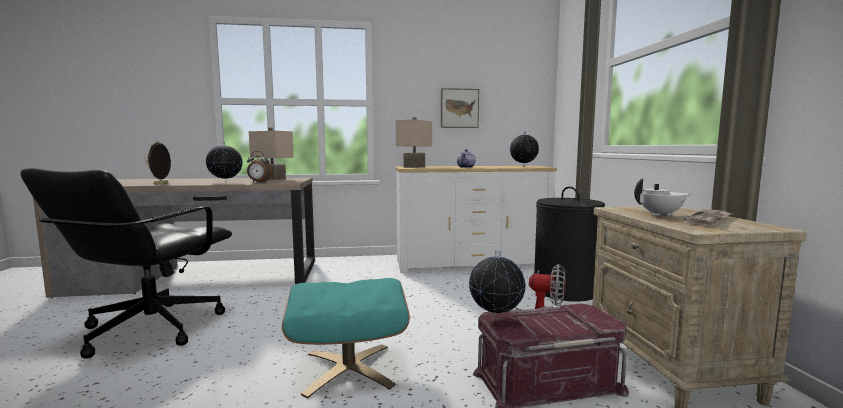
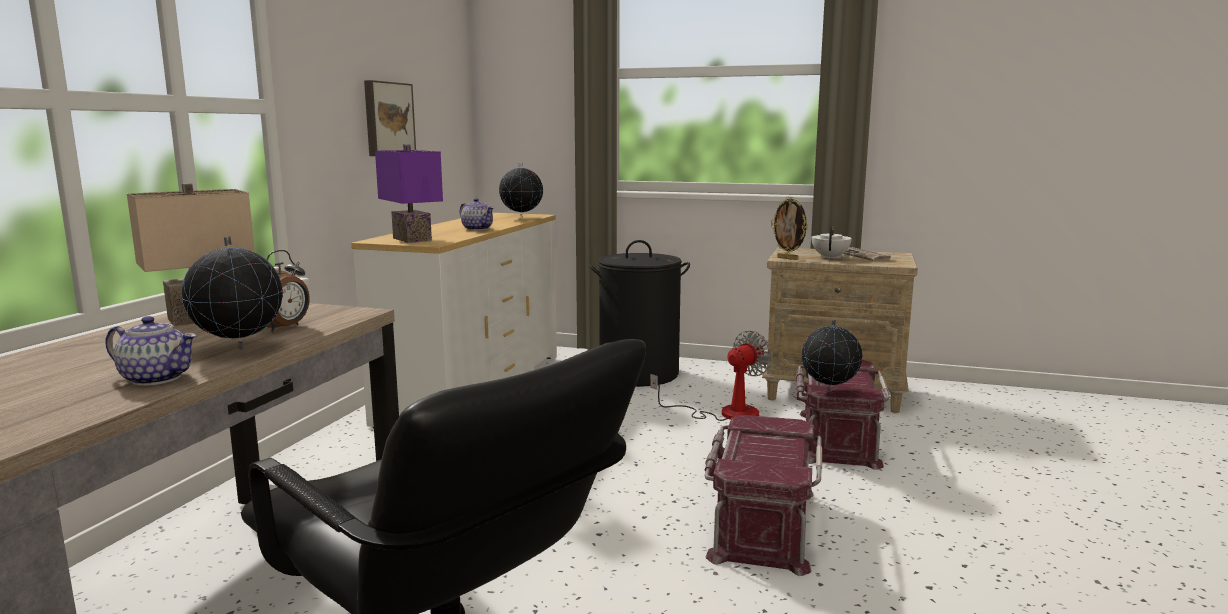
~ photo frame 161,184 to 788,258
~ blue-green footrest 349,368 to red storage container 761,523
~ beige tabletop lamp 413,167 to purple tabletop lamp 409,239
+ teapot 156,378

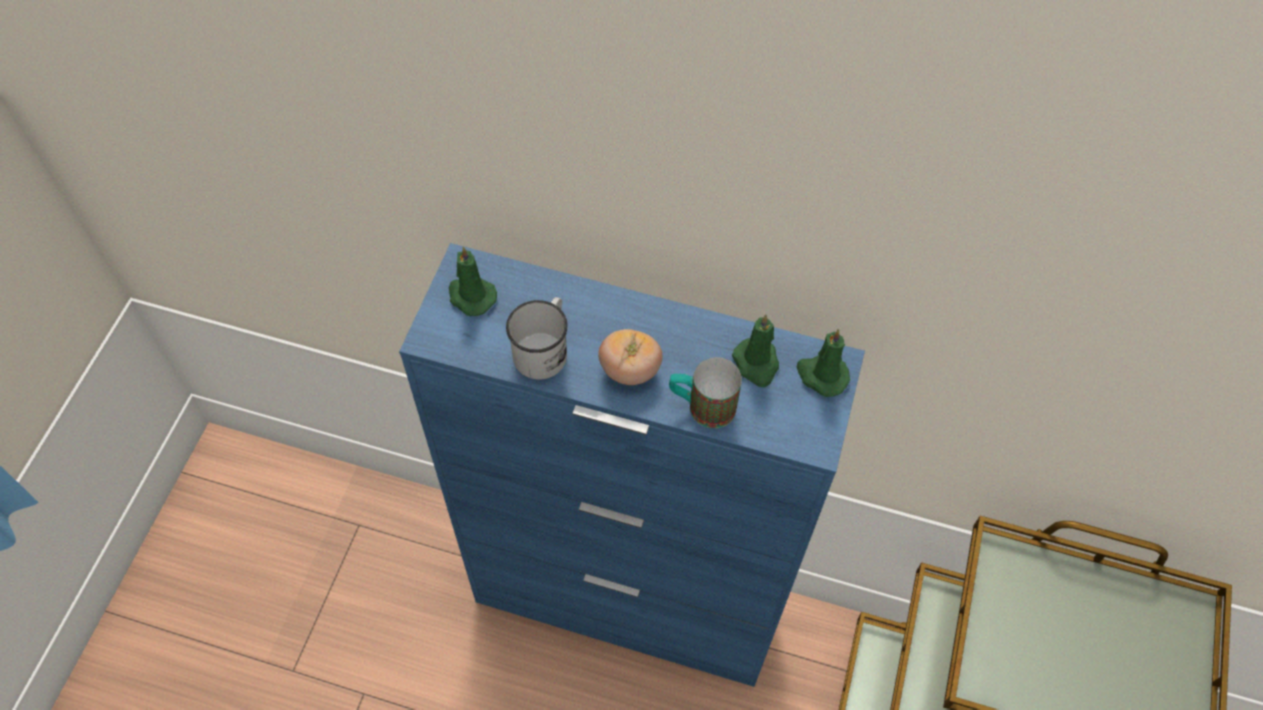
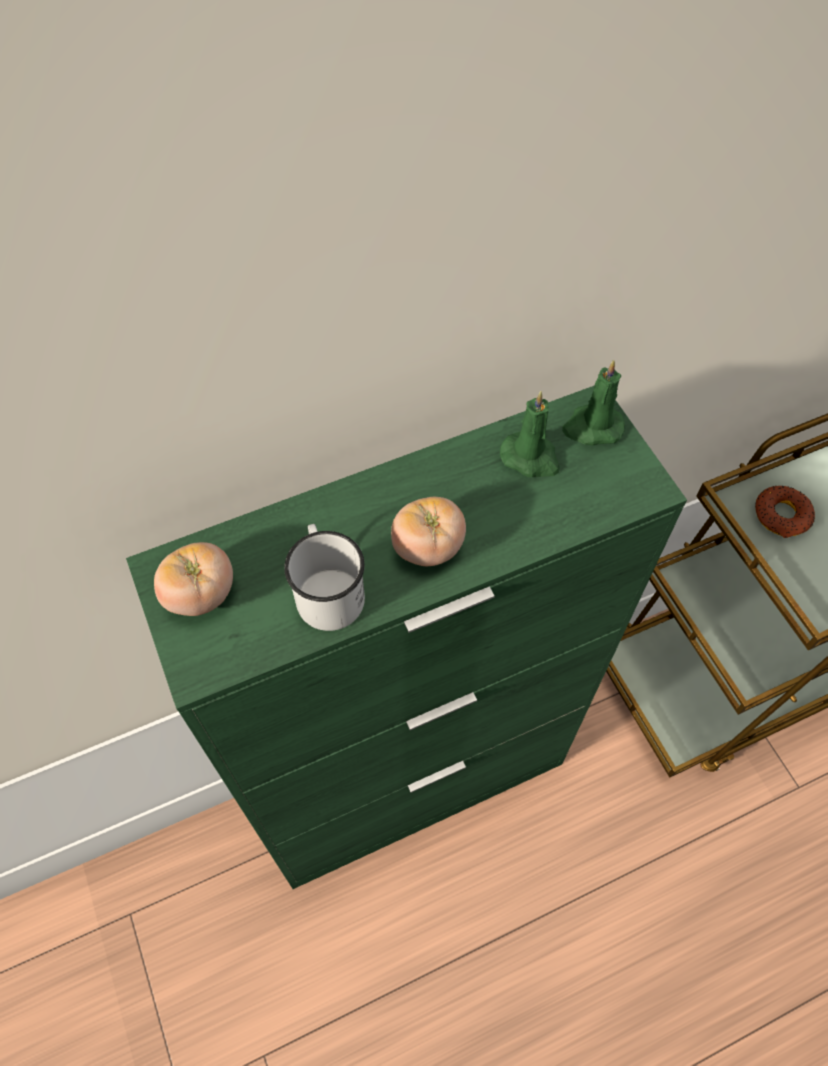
~ blue cupboard 627,602 to green-coloured cupboard 414,782
~ green-coloured wax light 470,296 to fresh tomato 201,594
- mug 701,406
+ donut 781,515

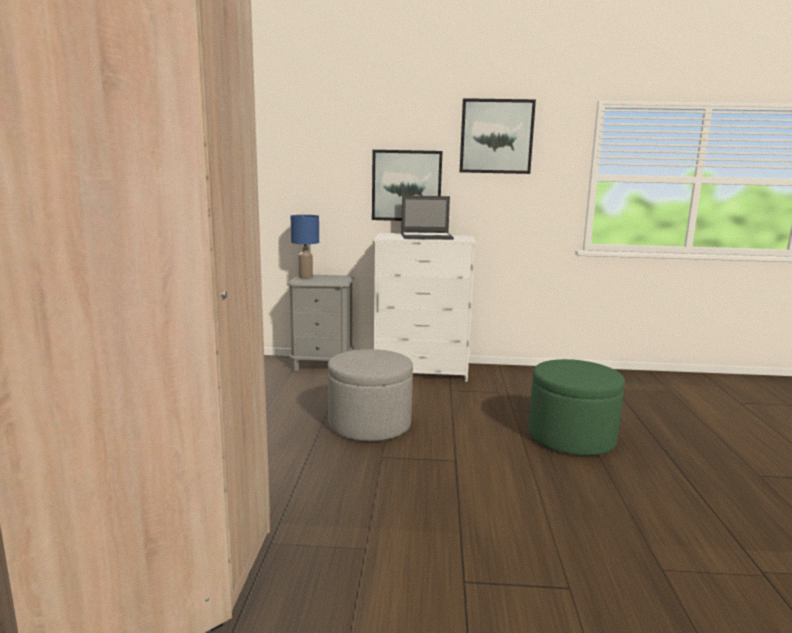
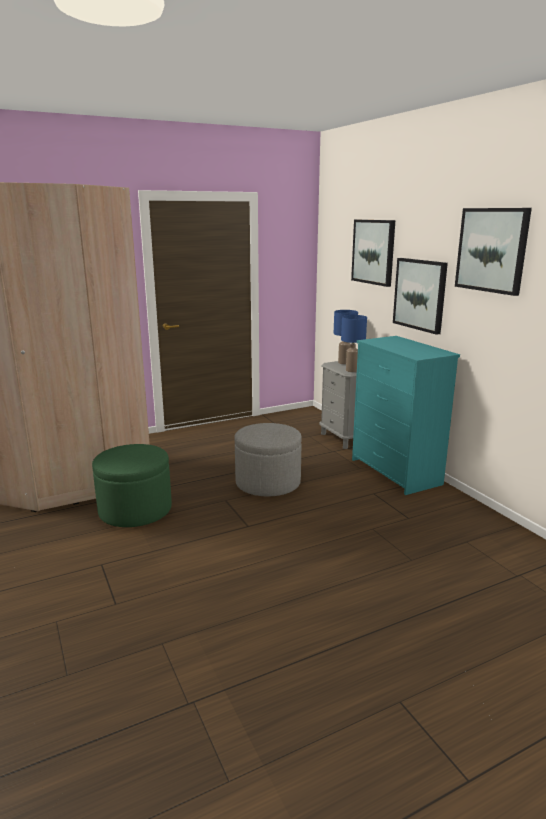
~ white-coloured dresser 421,371 to blue-green dresser 395,472
- laptop 427,237
~ green-coloured footrest 571,438 to 135,510
+ blue tabletop lamp 351,370
+ wall picture 373,252

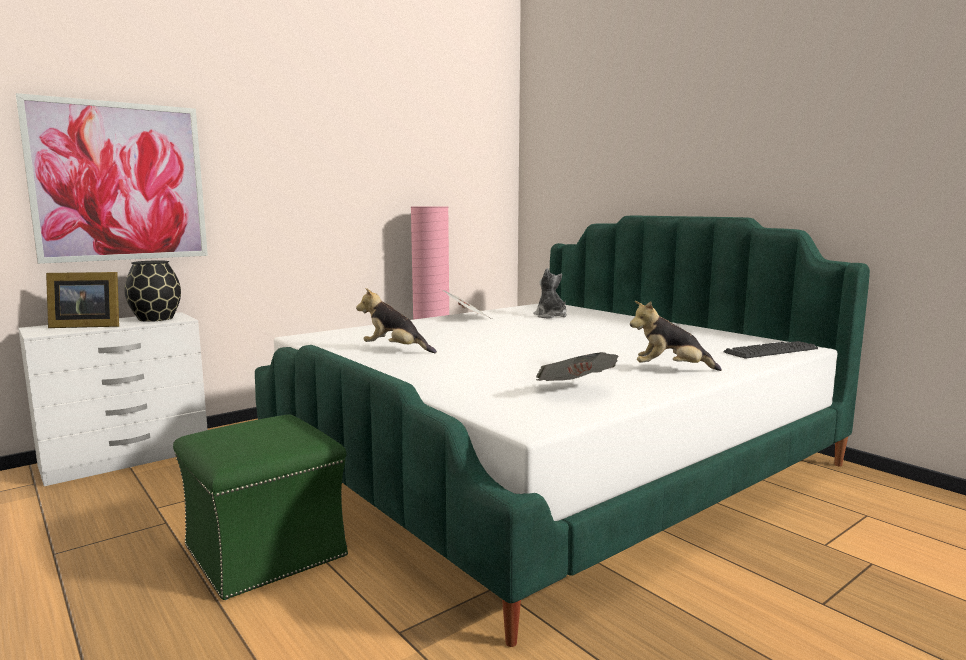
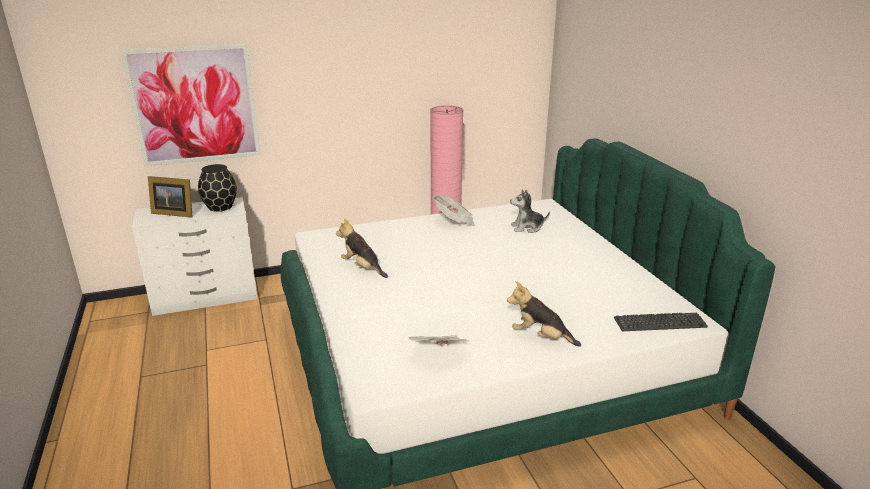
- green-coloured footrest 266,552
~ soft toy 550,316 = 527,228 90 degrees counterclockwise

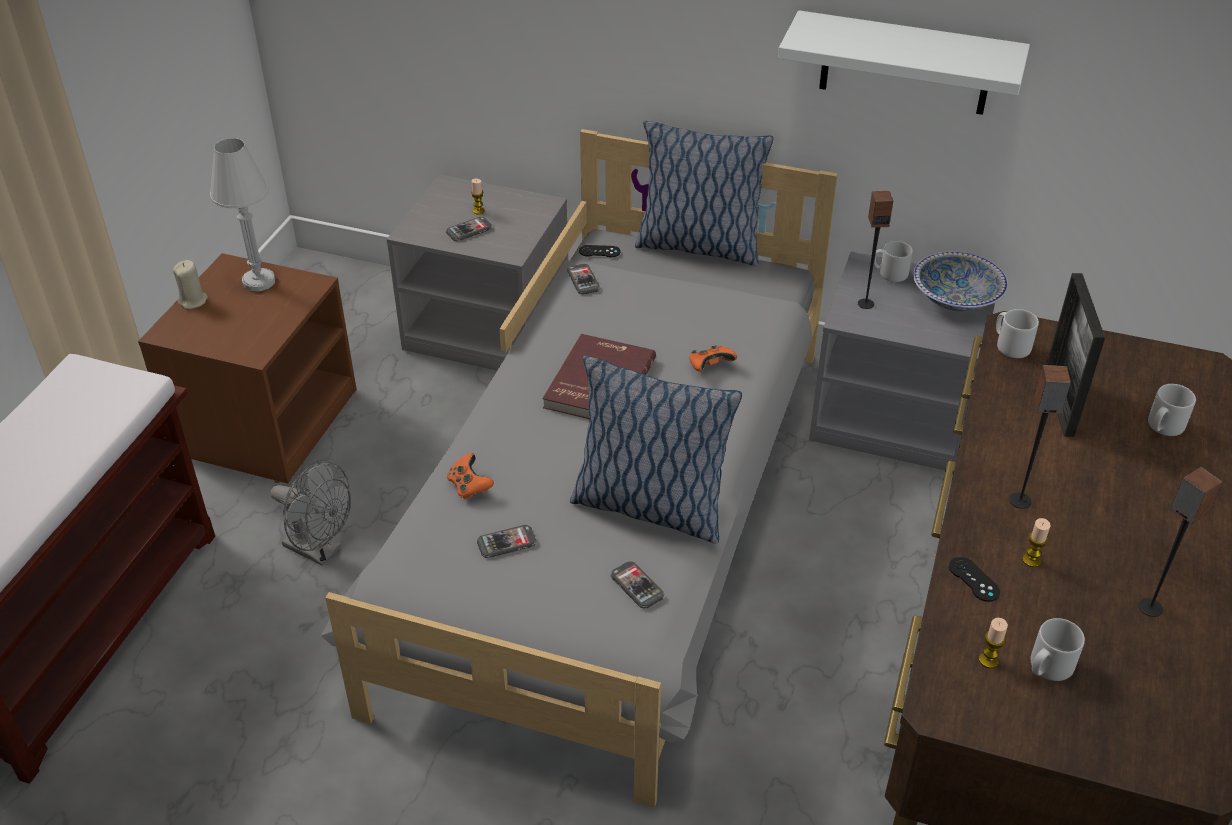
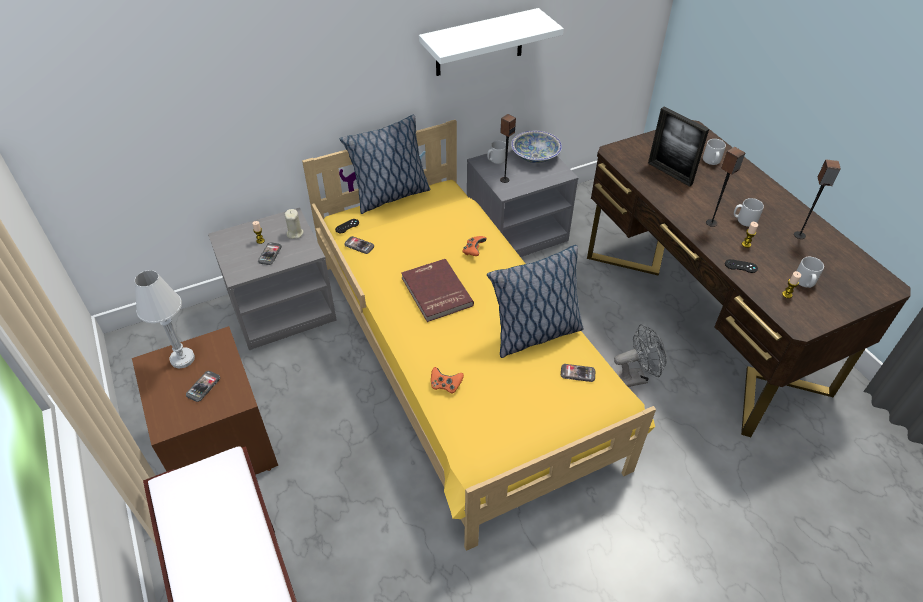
~ beige wax light 193,301 to 295,233
~ gray cooling fan 320,550 to 634,377
~ gray sleeping bed 615,518 to yellowish sleeping bed 462,359
~ telephone 506,543 to 203,387
~ gray mug 1010,345 to 744,220

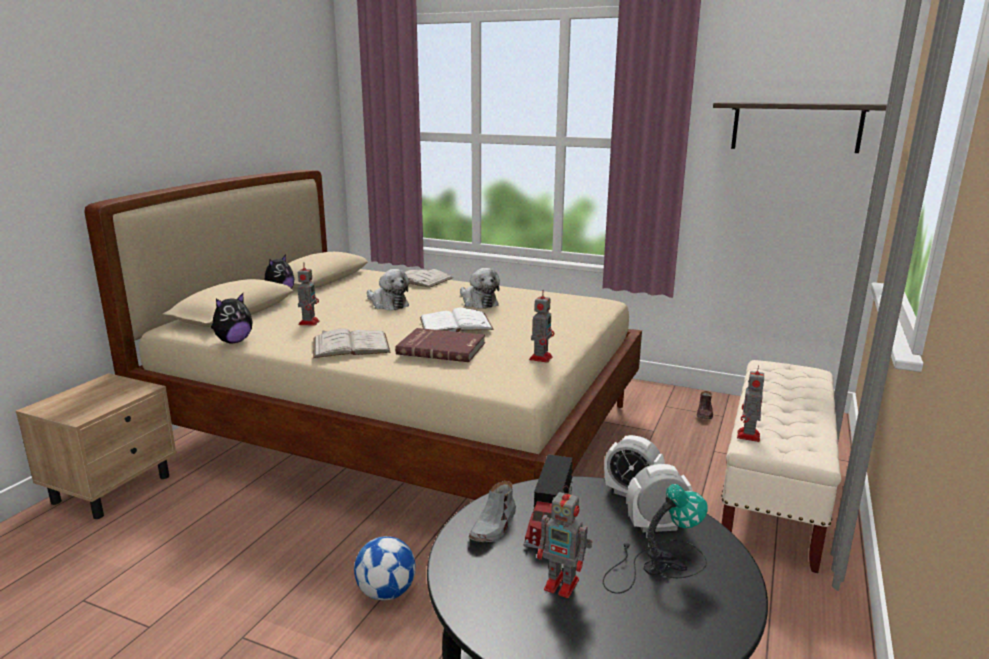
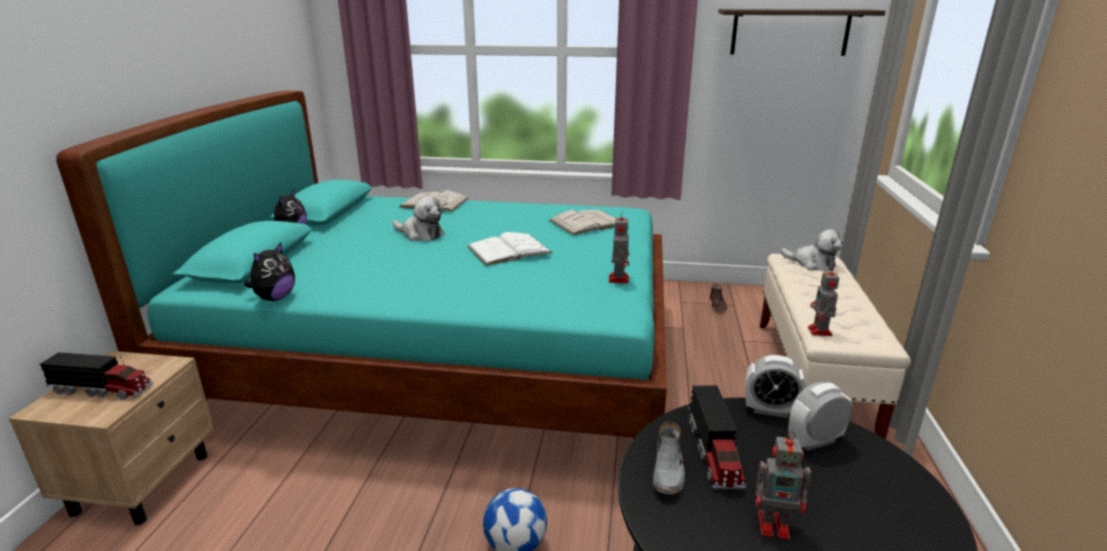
~ beige sleeping bed 402,429 to blue-green sleeping bed 445,360
- model robot 309,322
~ white-coloured volume 351,345 to 587,223
- red volume 442,348
~ soft toy 478,302 to 812,264
- tabletop lamp 655,564
+ model truck 103,389

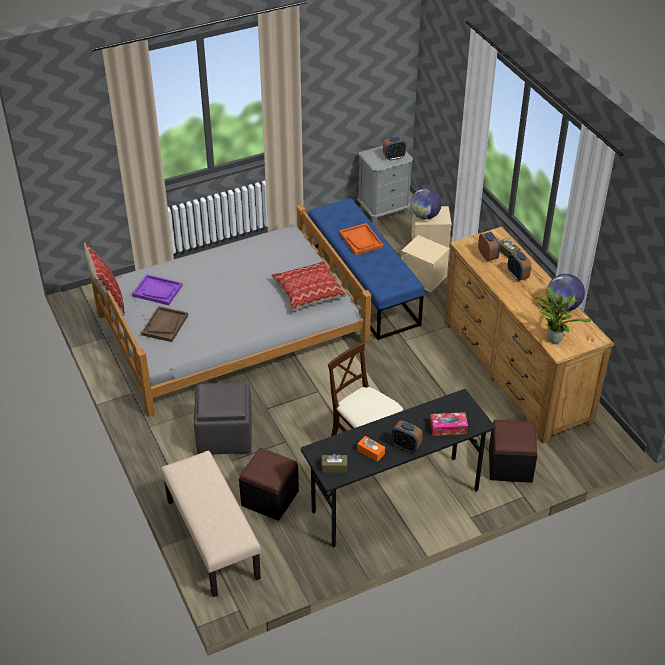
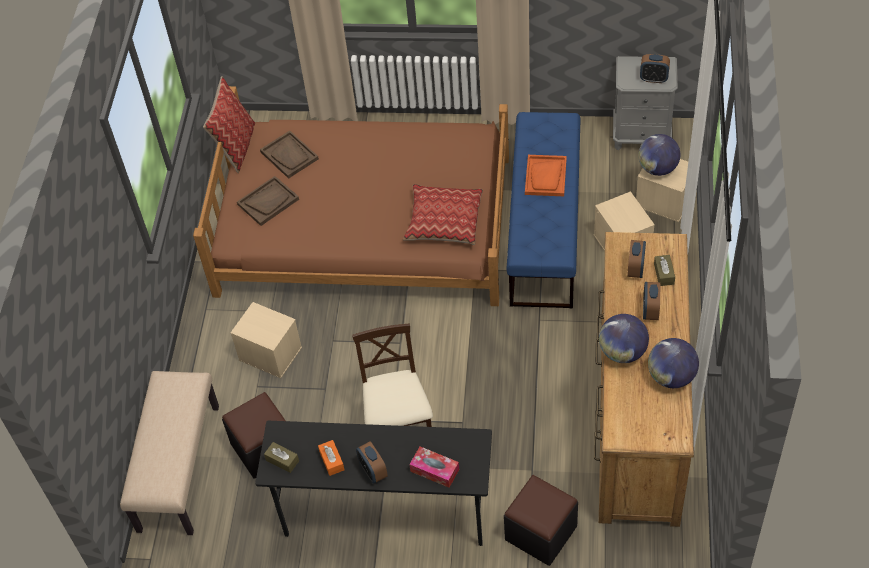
~ gray sleeping bed 232,327 to brown sleeping bed 366,224
~ purple carrying tray 157,291 to brown carrying tray 289,155
~ gray footrest 224,436 to beige storage container 269,354
- houseplant 553,338
+ desk globe 622,352

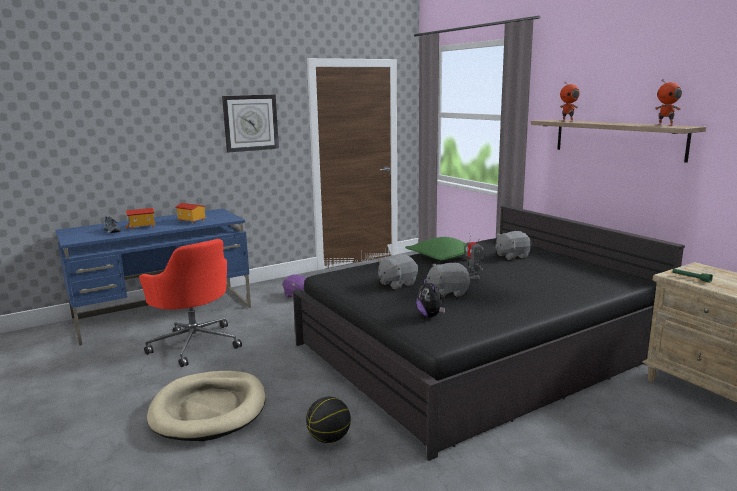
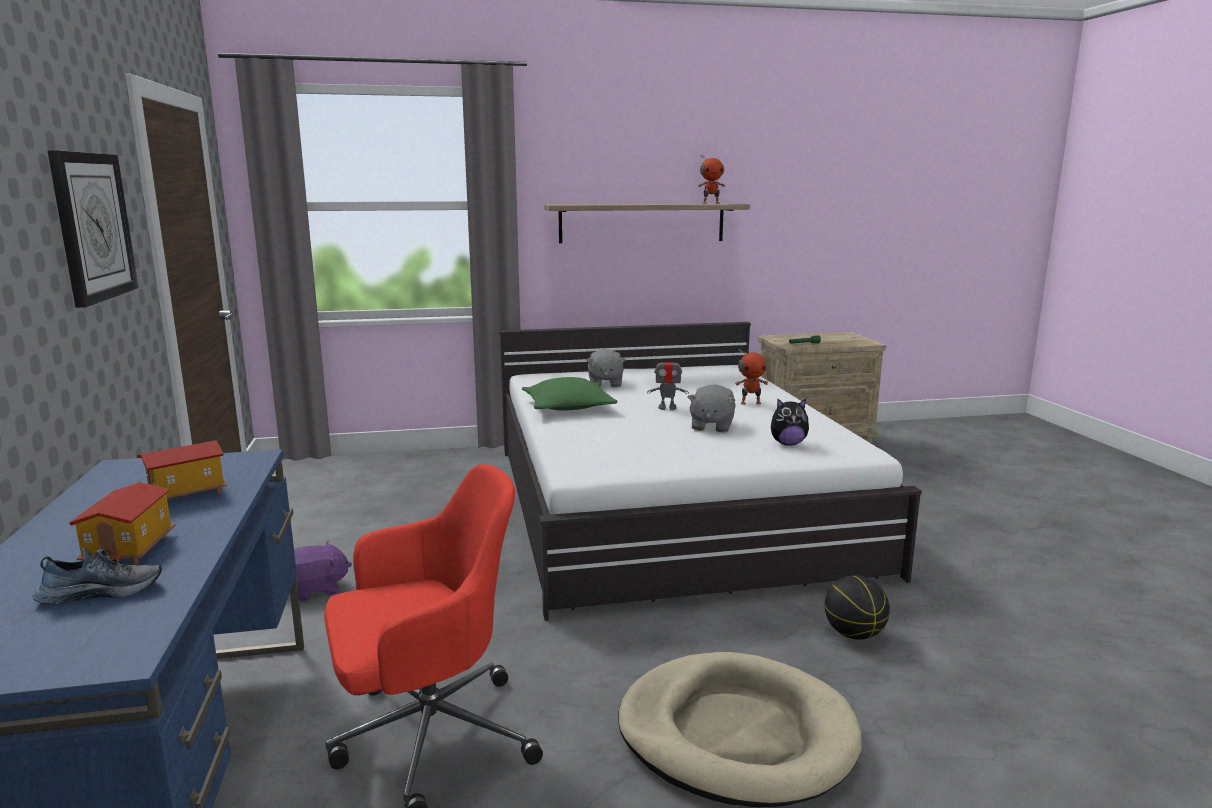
~ black sleeping bed 477,350 to white-coloured sleeping bed 668,504
- gray soft toy 397,283
~ model robot 568,121 to 750,403

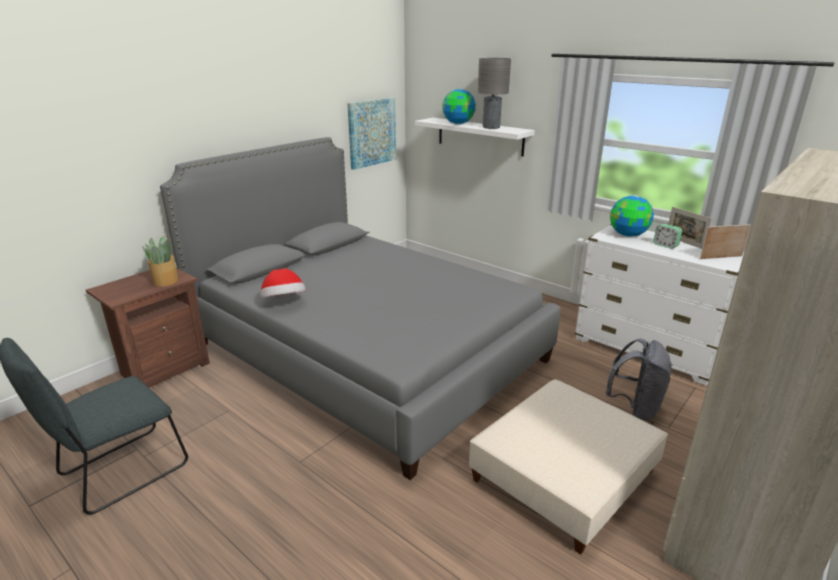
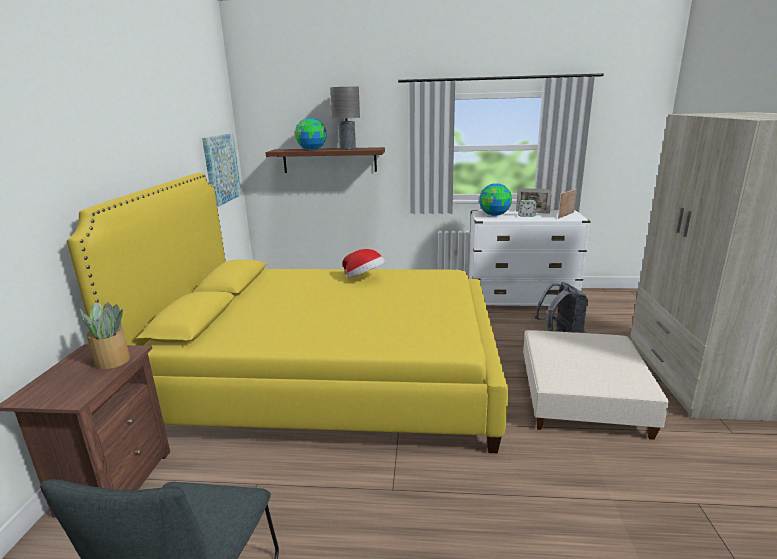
~ gray sleeping bed 367,352 to yellowish sleeping bed 330,375
~ clothing hat 284,302 to 364,278
~ white-coloured shelf 480,136 to brown shelf 329,160

